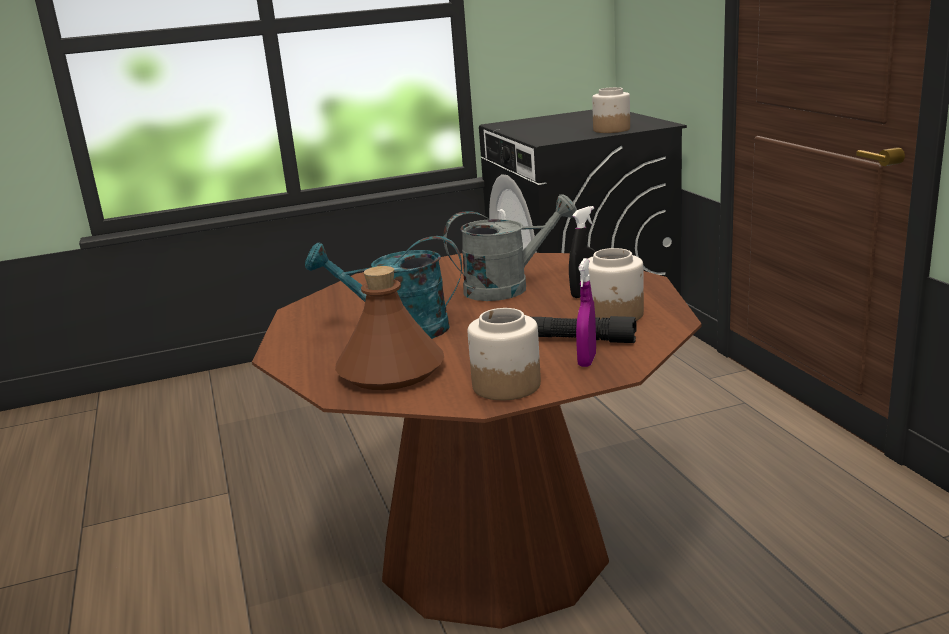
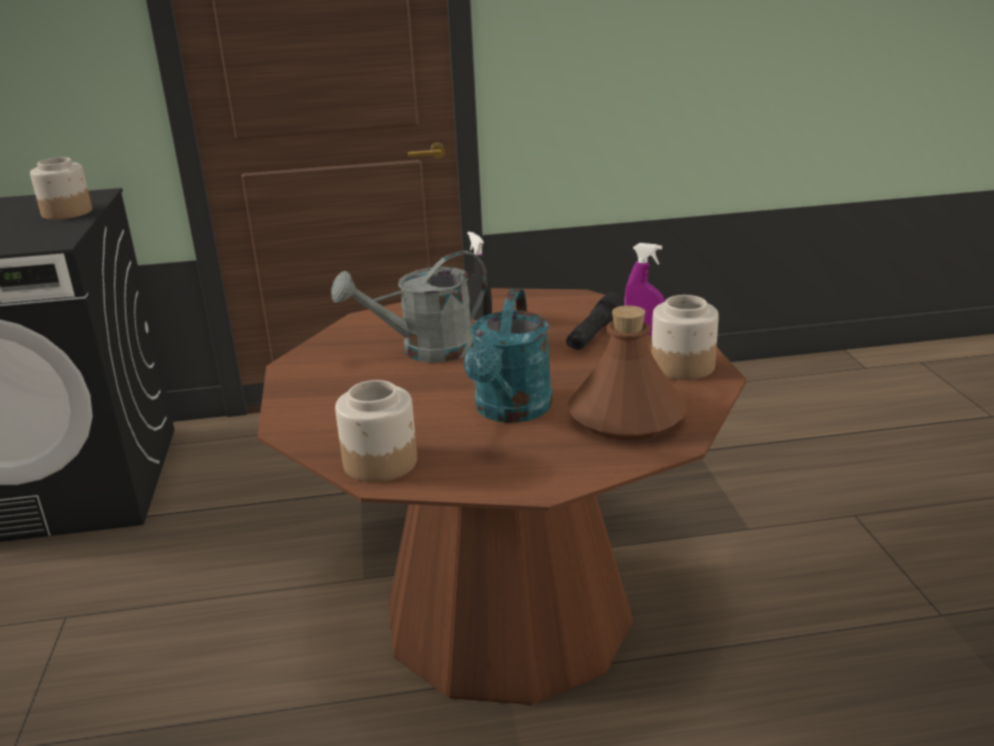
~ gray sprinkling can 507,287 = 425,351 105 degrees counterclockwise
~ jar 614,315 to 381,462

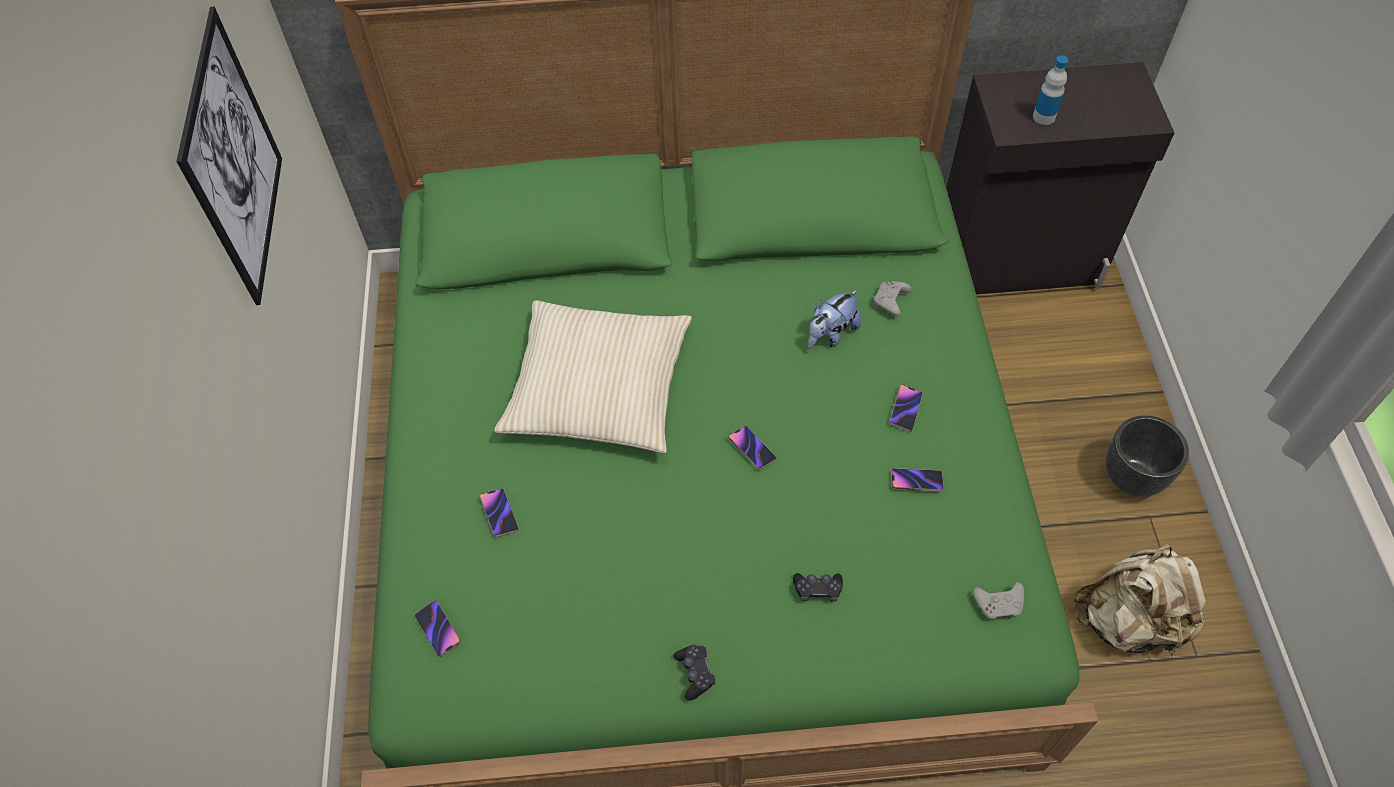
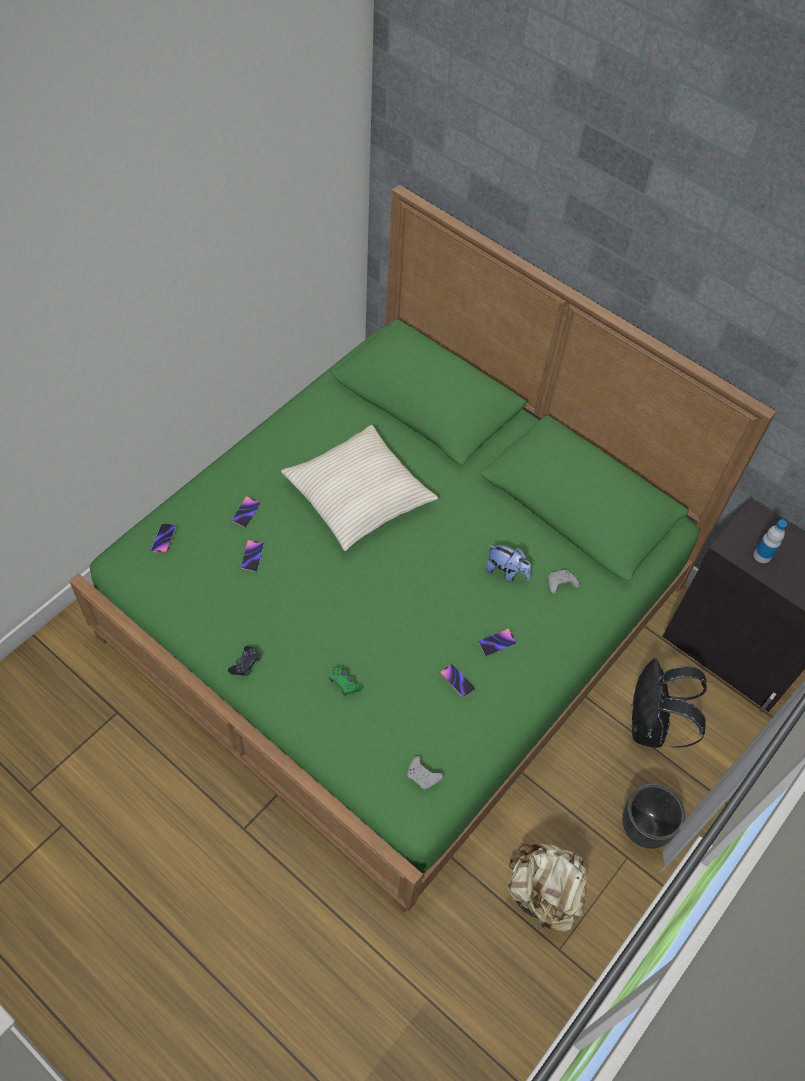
- wall picture 233,159
~ telephone 752,449 to 252,557
~ black game controller 817,589 to green-coloured game controller 344,683
~ soft toy 831,334 = 506,572 150 degrees counterclockwise
+ black knapsack 650,727

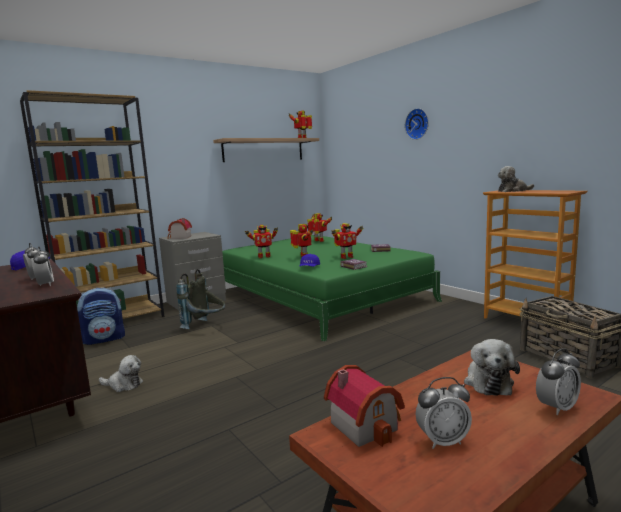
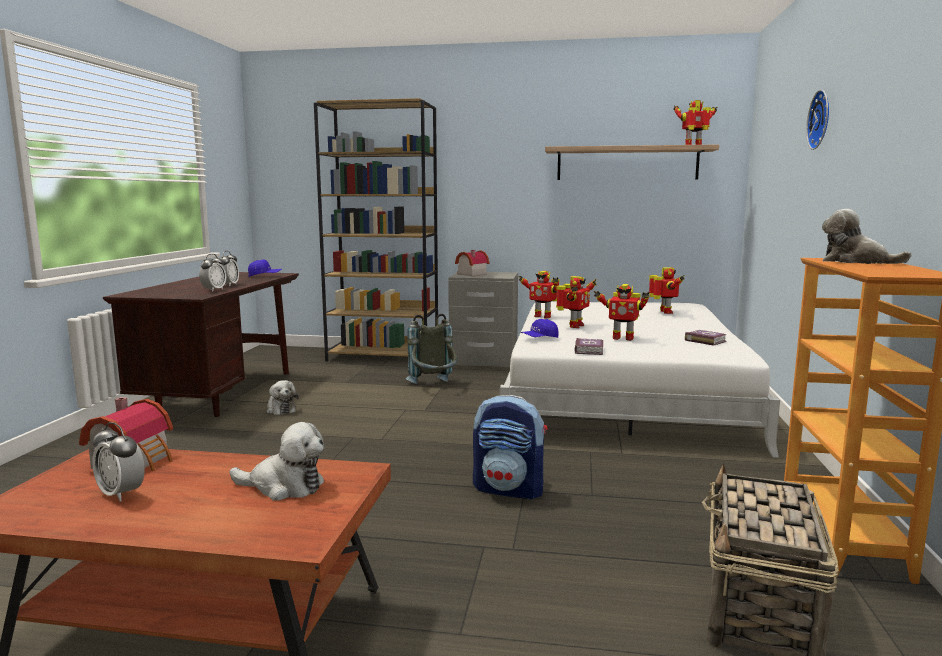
~ knapsack 104,339 to 509,489
~ green-coloured sleeping bed 320,296 to white-coloured sleeping bed 621,394
~ soft toy 488,382 = 284,486 135 degrees counterclockwise
- bedside clock 556,407

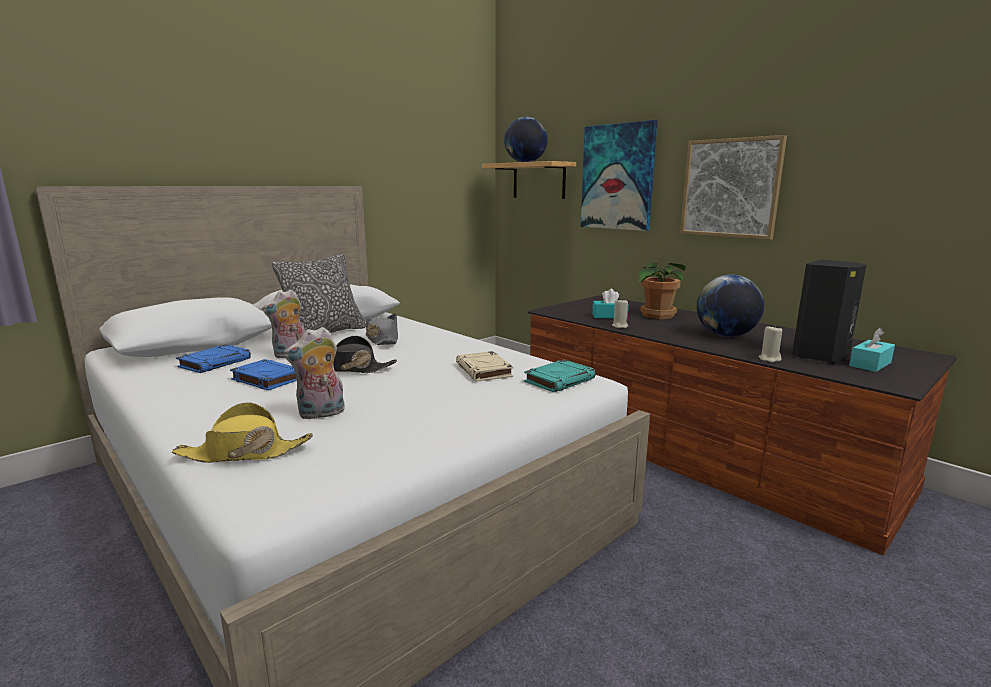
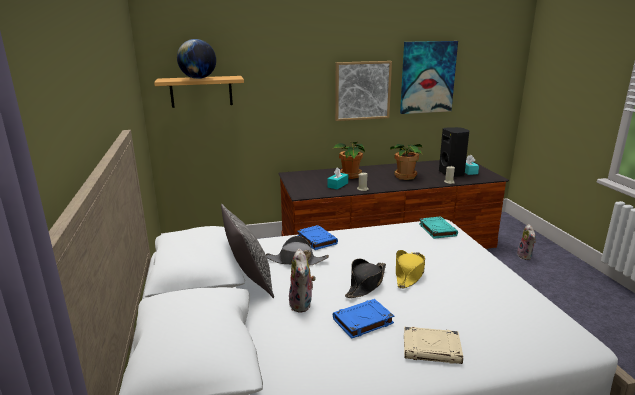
~ yellowish clothing hat 244,453 to 409,274
~ blue volume 215,363 to 316,240
~ soft toy 321,414 to 525,256
~ beige volume 484,371 to 432,349
~ wall picture 617,177 to 427,77
~ desk globe 726,335 to houseplant 405,176

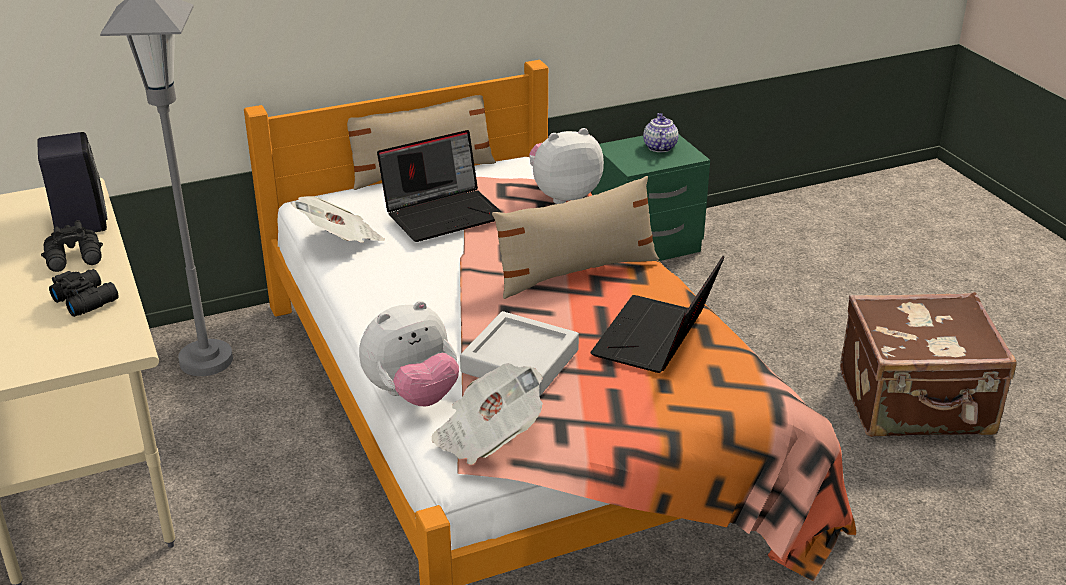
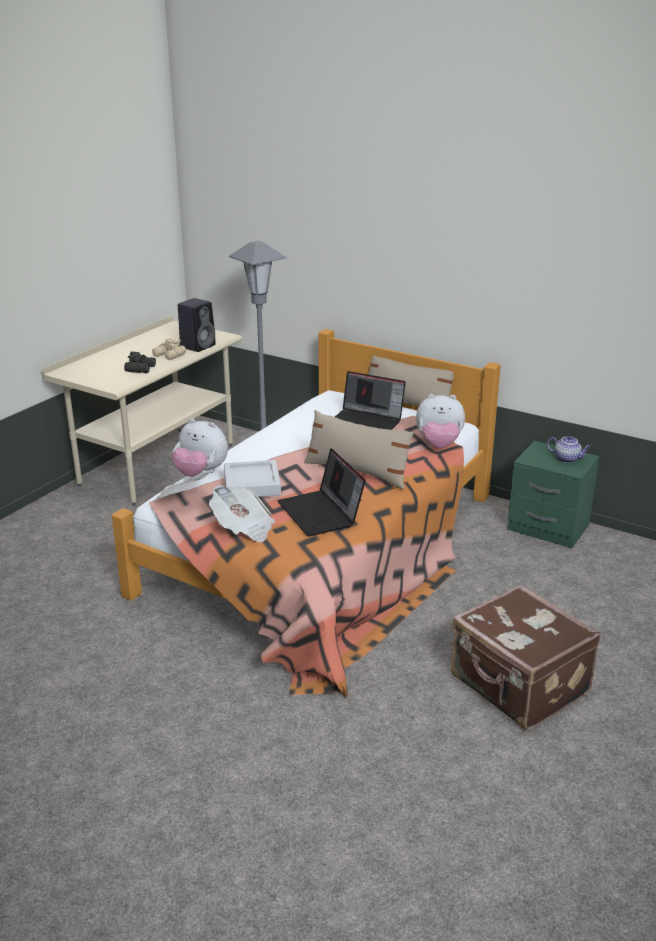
~ black pair of binoculars 75,259 to beige pair of binoculars 169,356
~ daily paper 341,240 to 243,528
~ soft toy 563,195 = 439,445 150 degrees clockwise
~ laptop 656,339 = 321,513 105 degrees counterclockwise
~ teapot 659,147 = 567,459 60 degrees clockwise

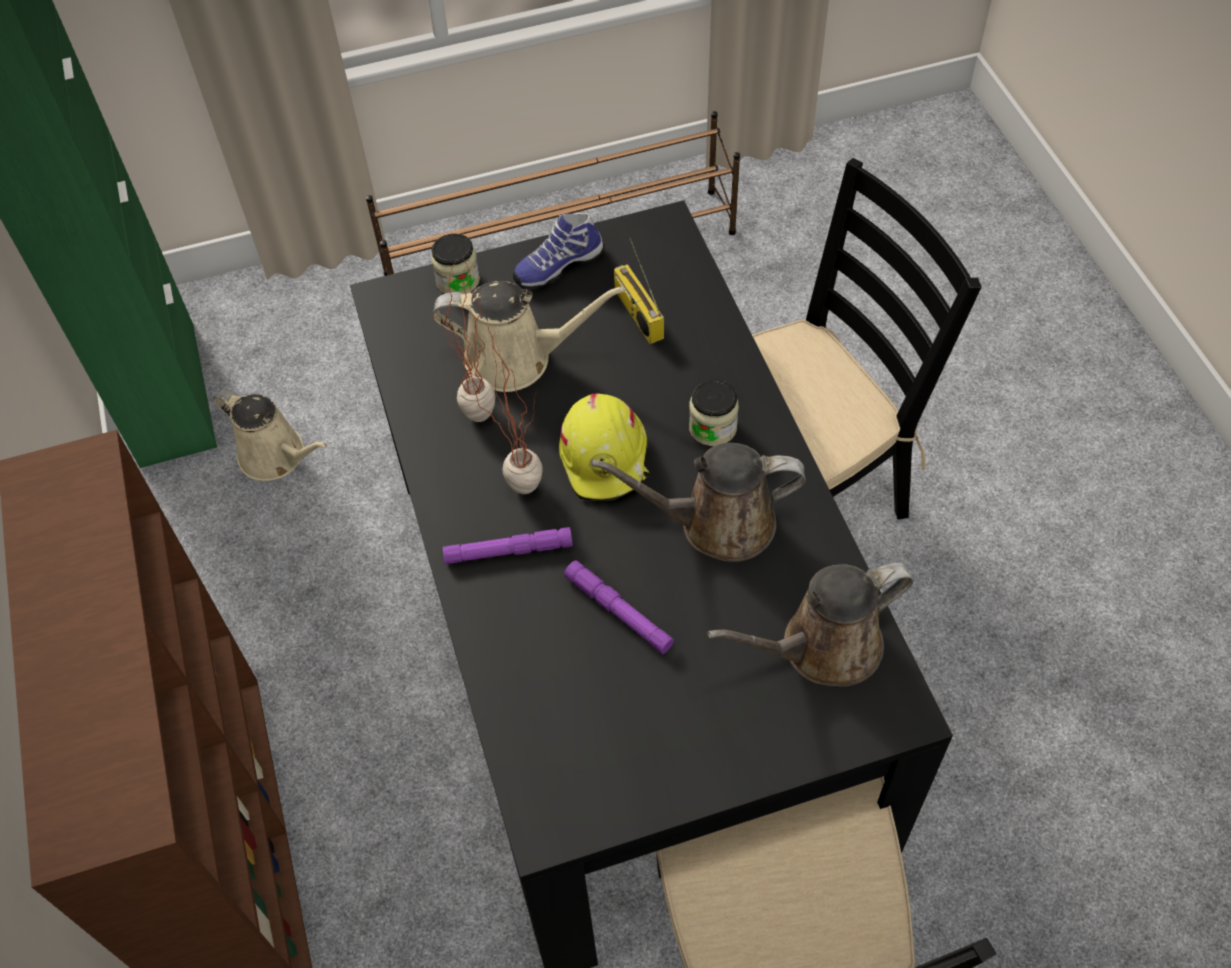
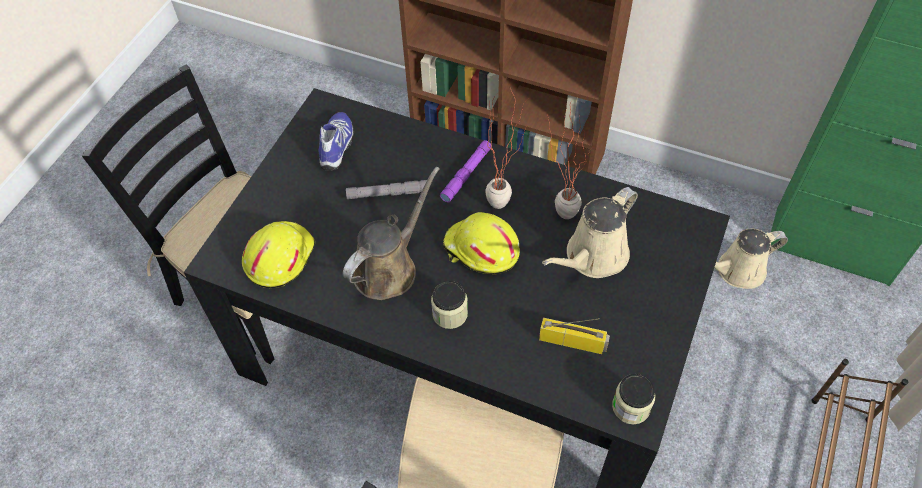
~ jar 458,280 to 631,407
~ item of footwear 557,265 to 338,146
~ purple flashlight 618,611 to gray flashlight 387,193
~ brown sprinkling can 822,648 to yellowish safety helmet 278,257

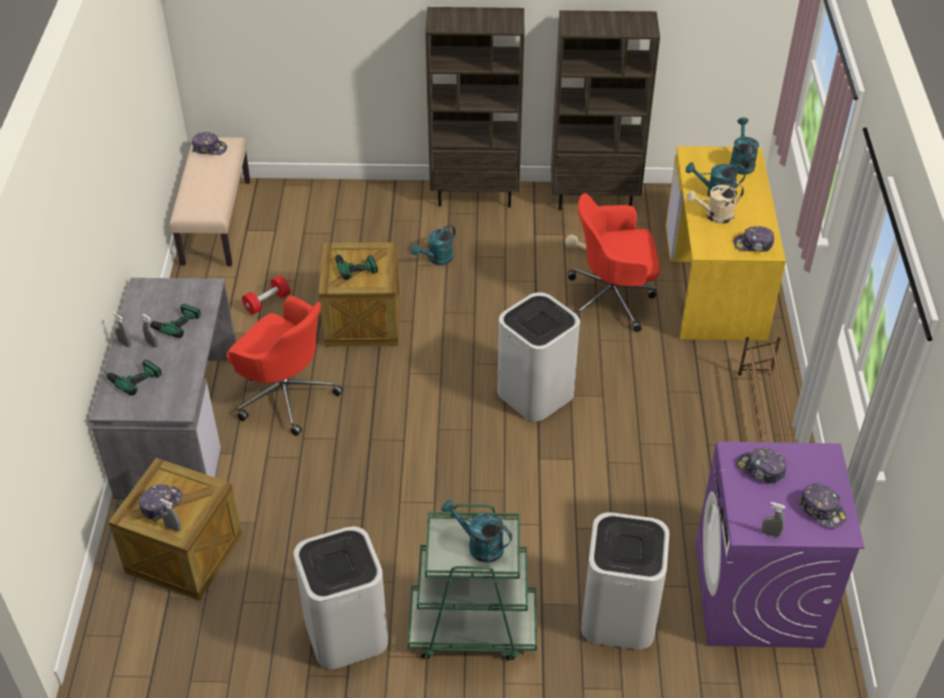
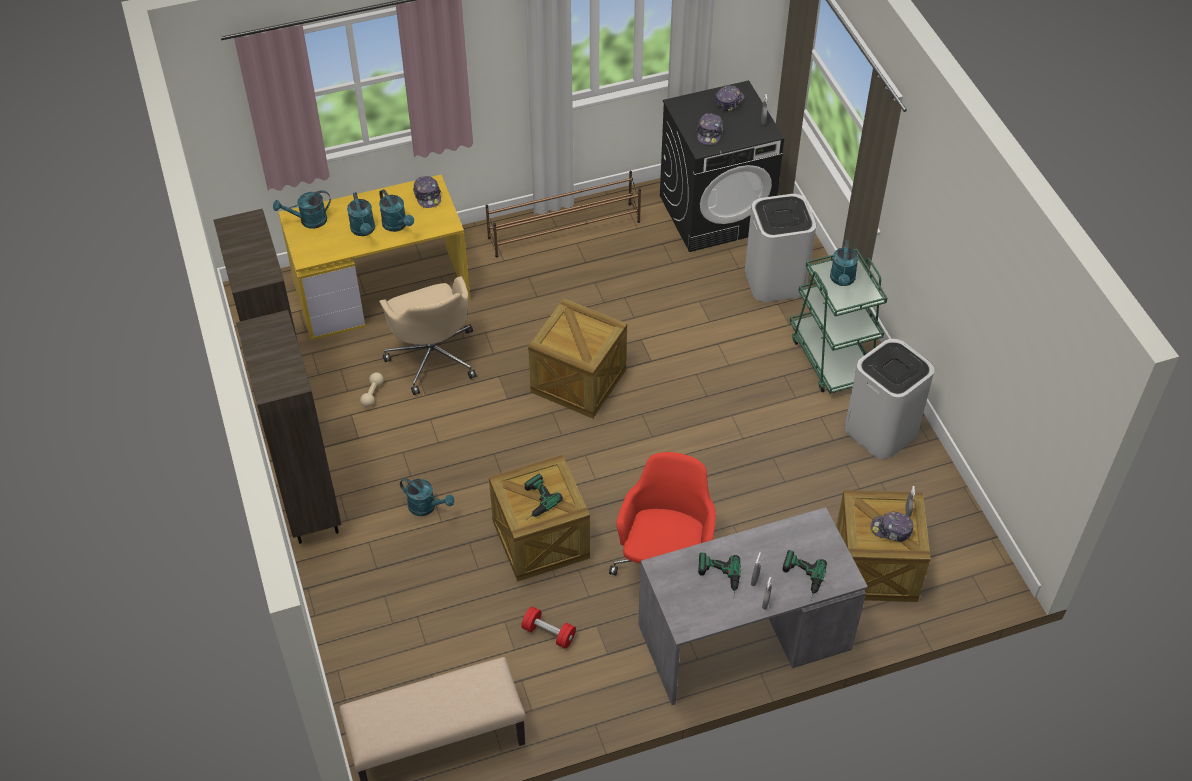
- peaked cap 209,148
~ white-coloured trash can 536,393 to shipping crate 578,381
~ red desk chair 613,298 to beige desk chair 433,356
~ beige sprinkling can 714,216 to blue-green sprinkling can 397,225
~ purple laundry appliance 758,595 to black laundry appliance 716,213

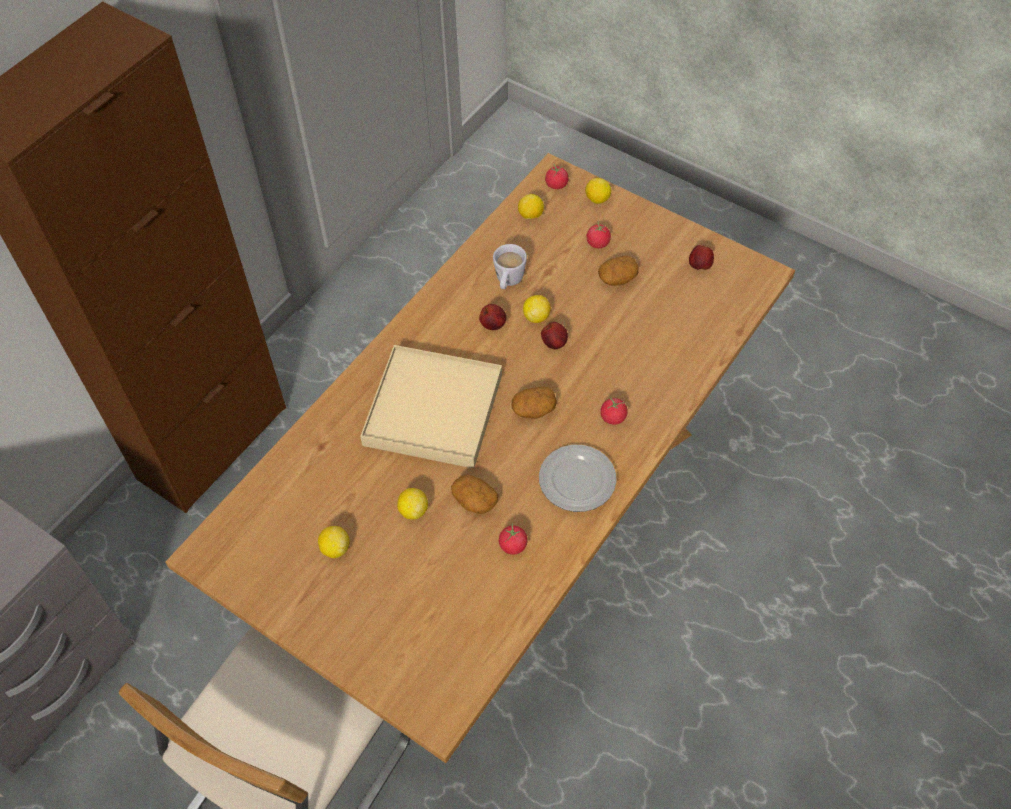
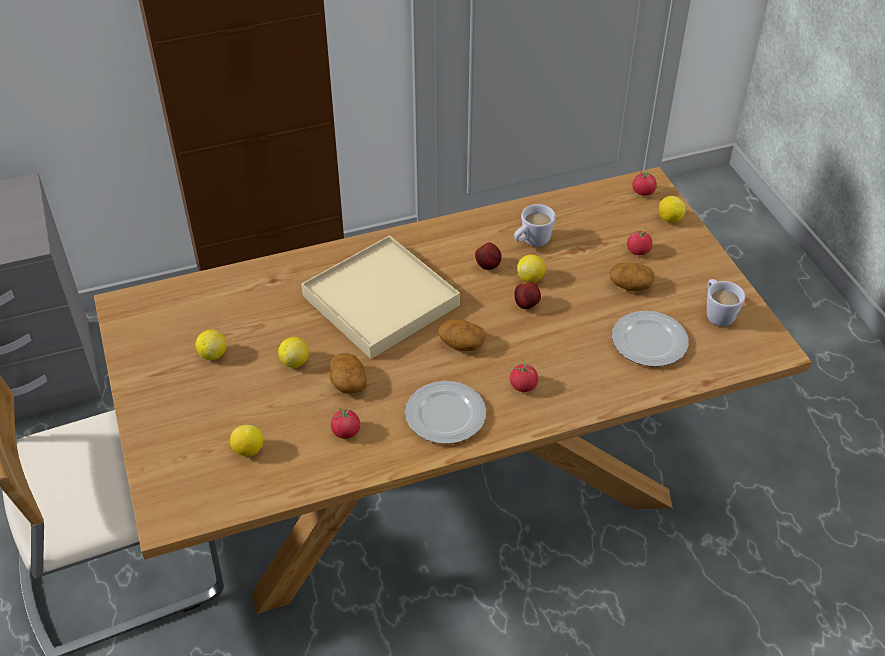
~ lemon 530,216 to 248,450
~ apple 700,266 to white-coloured mug 717,313
+ plate 649,341

